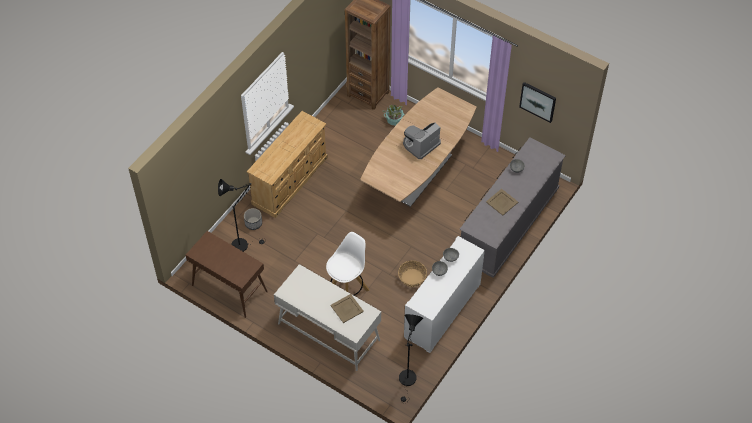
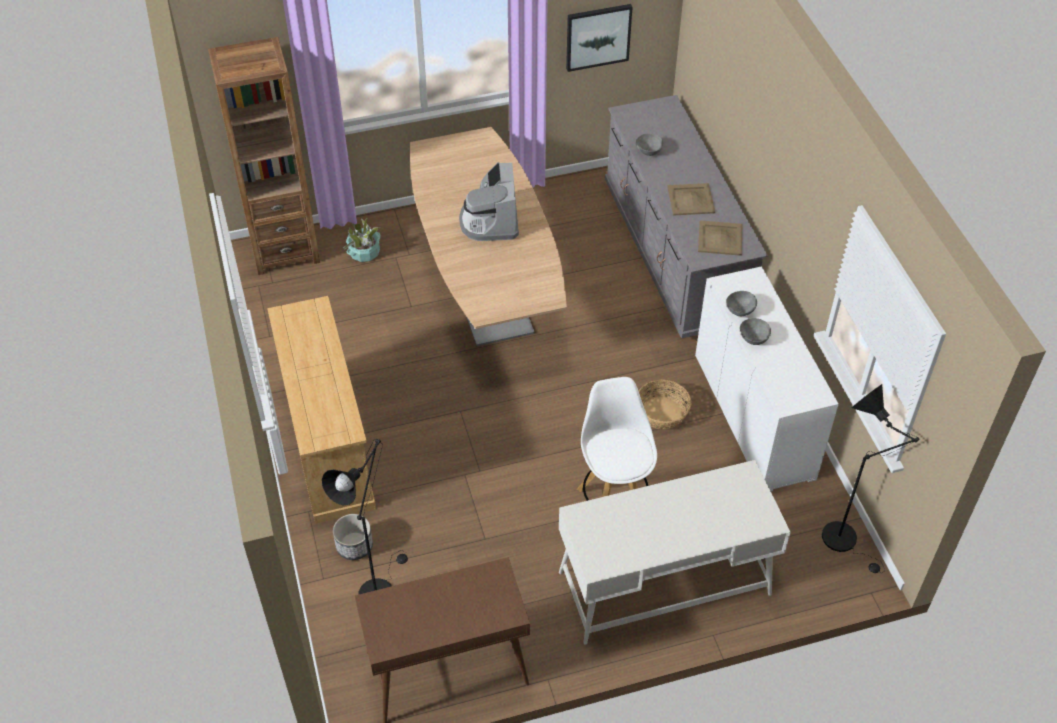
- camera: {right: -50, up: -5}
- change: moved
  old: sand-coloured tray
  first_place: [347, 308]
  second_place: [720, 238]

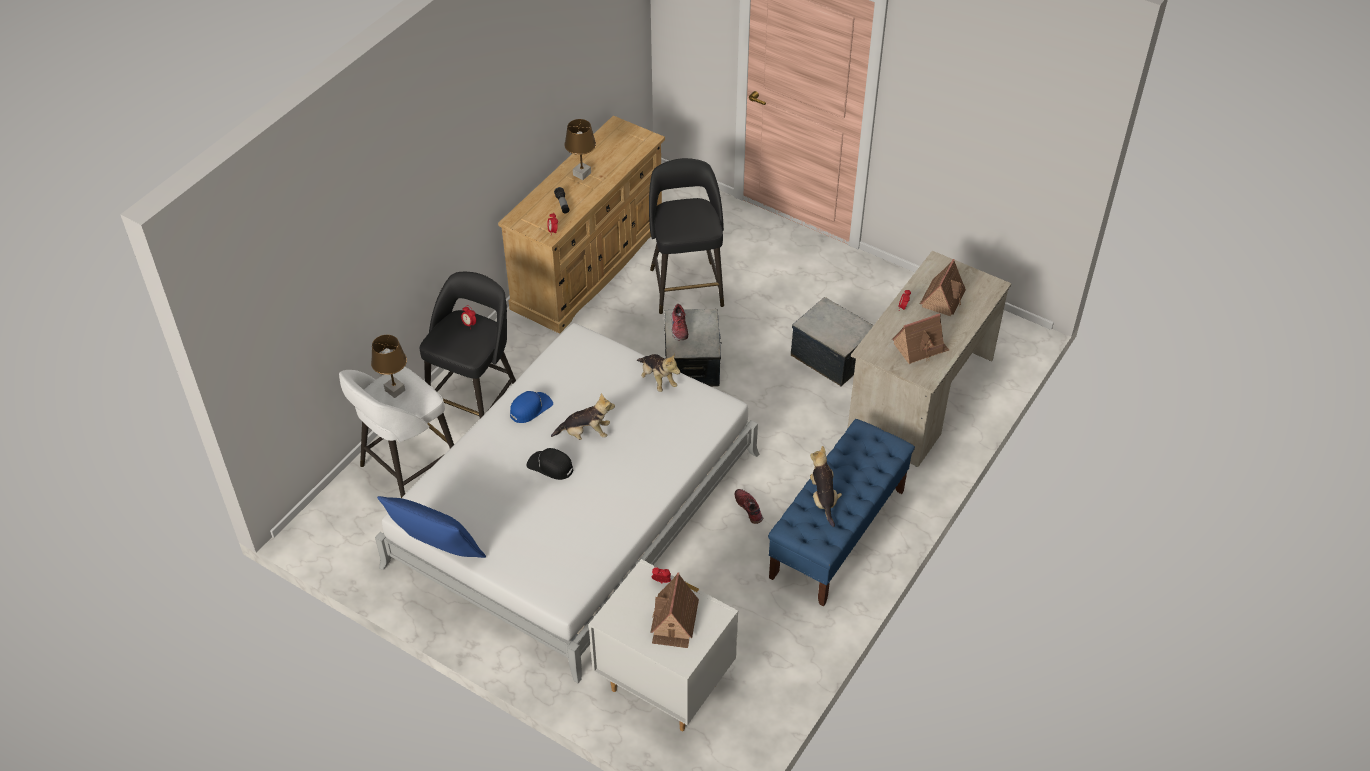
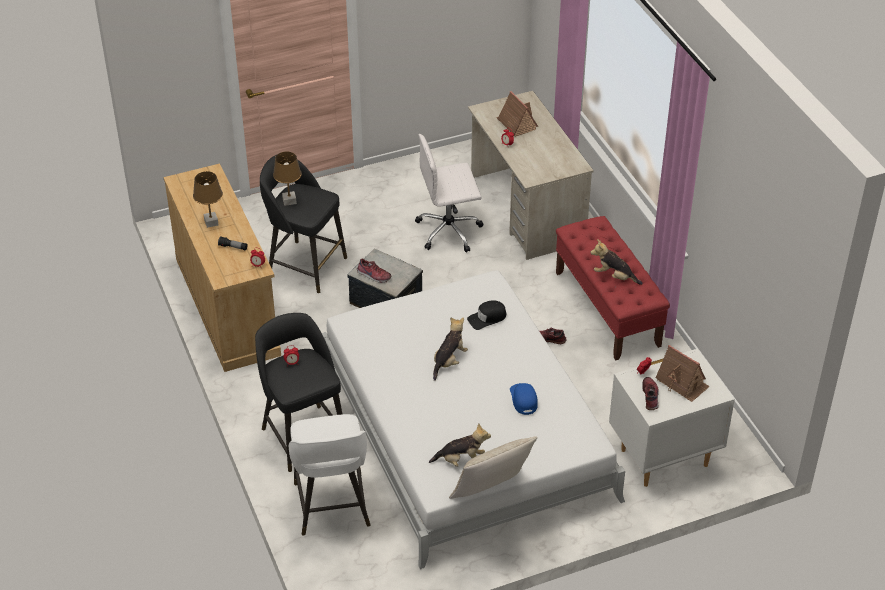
- camera: {right: -55, up: -5}
- change: moved
  old: brown table lamp
  first_place: [395, 390]
  second_place: [289, 201]
- change: recoloured
  old: blue throw pillow
  new: sand-coloured throw pillow
  first_place: [437, 553]
  second_place: [492, 492]
- change: moved
  old: blue peaked cap
  first_place: [530, 408]
  second_place: [523, 399]
- change: moved
  old: black-coloured peaked cap
  first_place: [550, 466]
  second_place: [487, 318]
- change: moved
  old: plush toy
  first_place: [657, 379]
  second_place: [461, 461]
- change: recoloured
  old: blue indoor bench
  new: red indoor bench
  first_place: [837, 534]
  second_place: [607, 309]
- change: replaced
  old: storage container
  new: white desk chair
  first_place: [831, 356]
  second_place: [450, 231]
- change: removed
  old: miniature house
  first_place: [920, 347]
- change: added
  new: low shoe
  second_place: [651, 396]

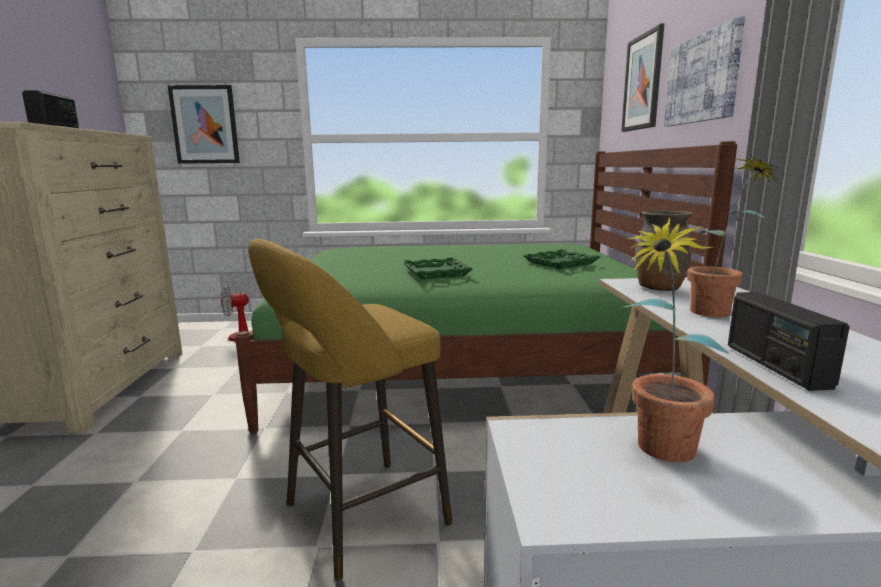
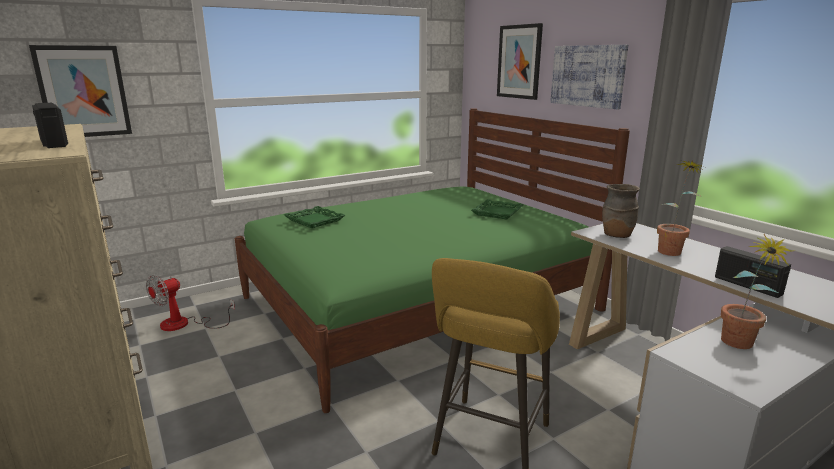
- camera: {right: -30, up: 5}
- change: moved
  old: greenish tray
  first_place: [437, 273]
  second_place: [315, 220]

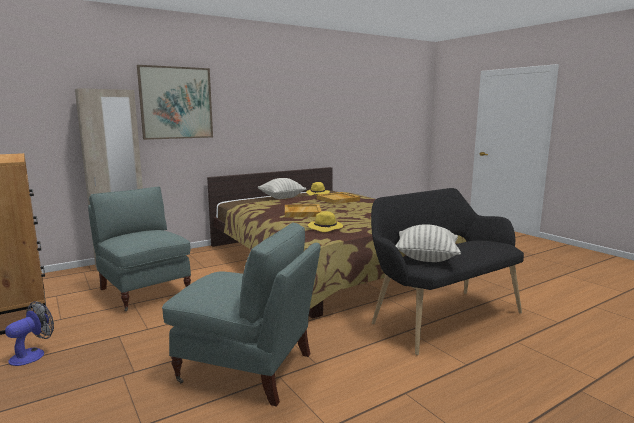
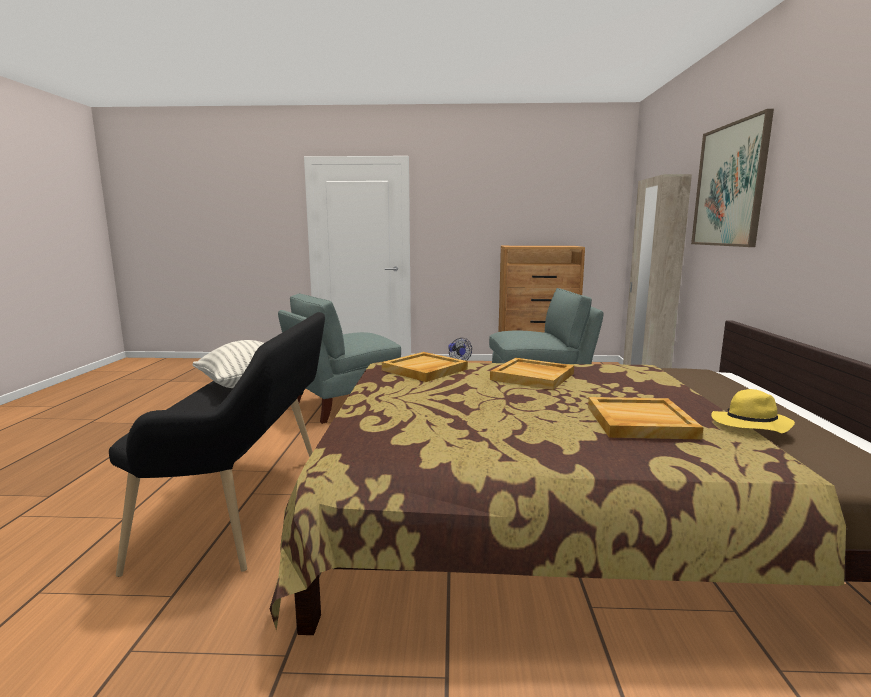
- camera: {right: 125, up: 0}
- change: removed
  old: throw pillow
  first_place: [281, 198]
- change: replaced
  old: yellow-coloured wearable hat
  new: sand-coloured tray
  first_place: [326, 228]
  second_place: [424, 370]

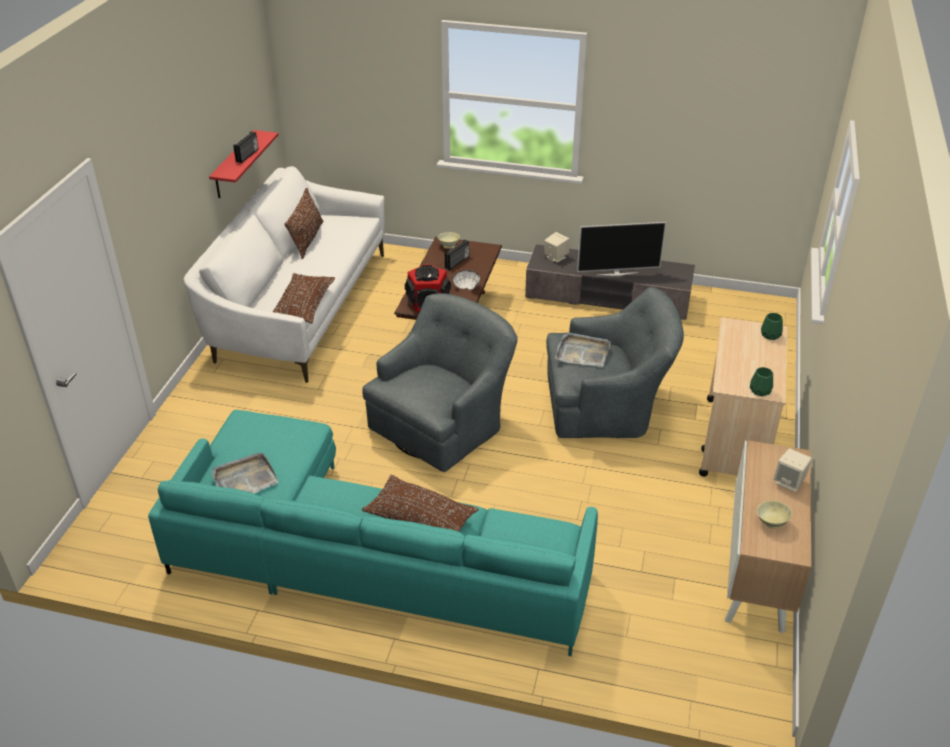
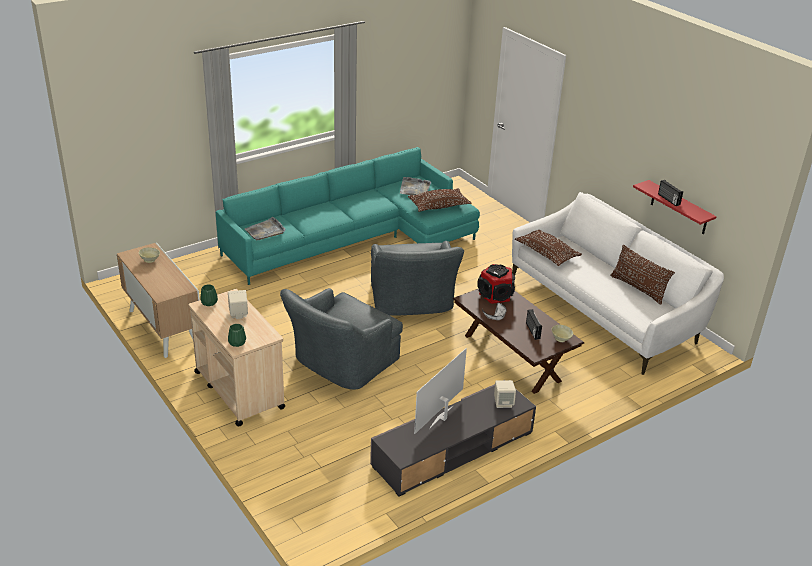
- camera: {right: 130, up: -5}
- change: moved
  old: brown throw pillow
  first_place: [420, 519]
  second_place: [439, 206]
- change: moved
  old: grey tray
  first_place: [582, 352]
  second_place: [265, 231]
- change: moved
  old: sand-coloured loudspeaker
  first_place: [789, 482]
  second_place: [238, 314]

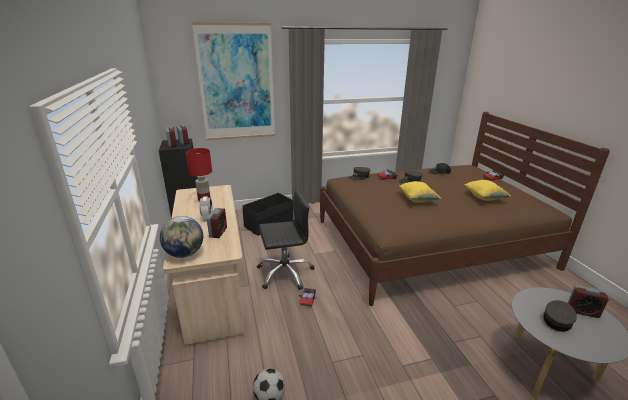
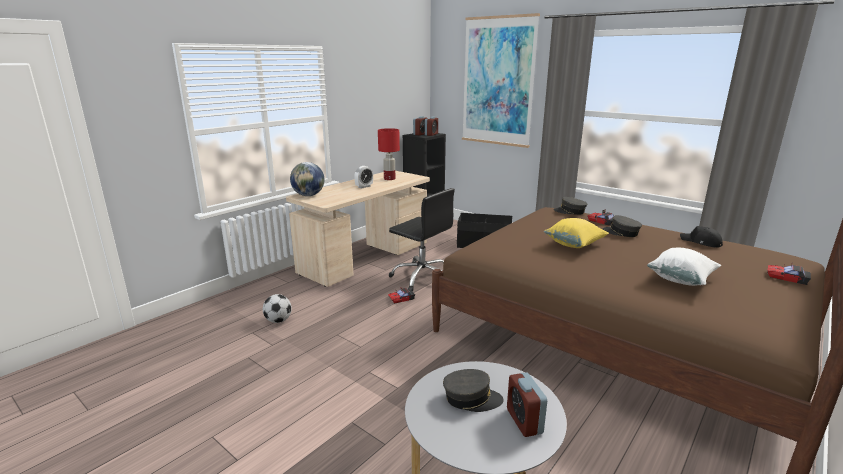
- camera: {right: 55, up: -5}
- change: removed
  old: bedside clock
  first_place: [218, 232]
- change: recoloured
  old: yellow-coloured throw pillow
  new: white throw pillow
  first_place: [484, 198]
  second_place: [680, 280]

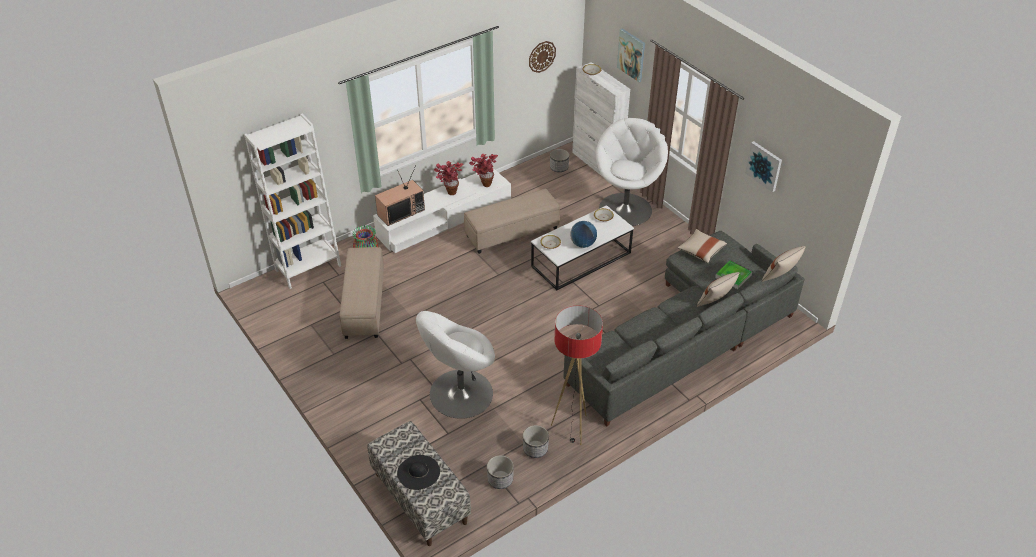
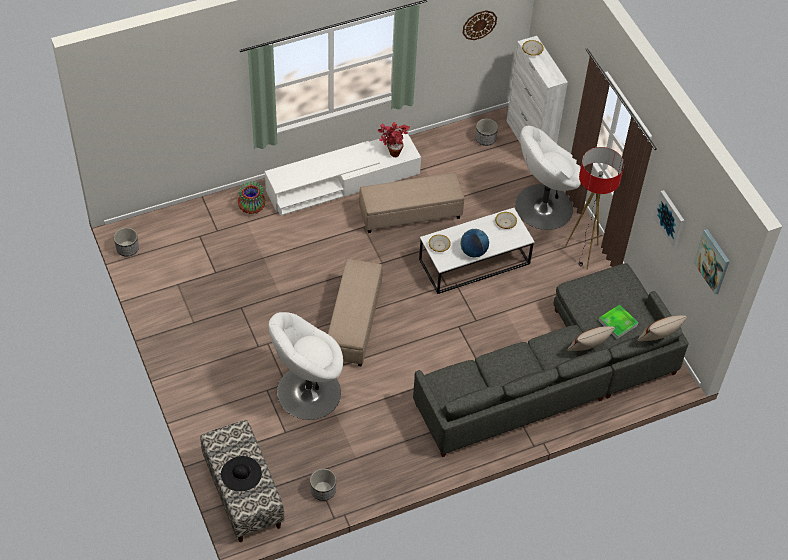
- camera: {right: 10, up: 10}
- change: removed
  old: white shelving unit
  first_place: [308, 268]
- change: moved
  old: sand-coloured ottoman
  first_place: [365, 304]
  second_place: [354, 323]
- change: removed
  old: television
  first_place: [401, 212]
- change: removed
  old: plant in a pot
  first_place: [449, 191]
- change: moved
  old: plant pot
  first_place: [535, 449]
  second_place: [127, 248]
- change: moved
  old: floor lamp
  first_place: [572, 428]
  second_place: [583, 254]
- change: turned
  old: white armchair
  first_place: [626, 209]
  second_place: [543, 207]
  degrees: -150
- change: moved
  old: wall picture
  first_place: [631, 55]
  second_place: [712, 261]
- change: removed
  old: sand-coloured throw pillow
  first_place: [701, 251]

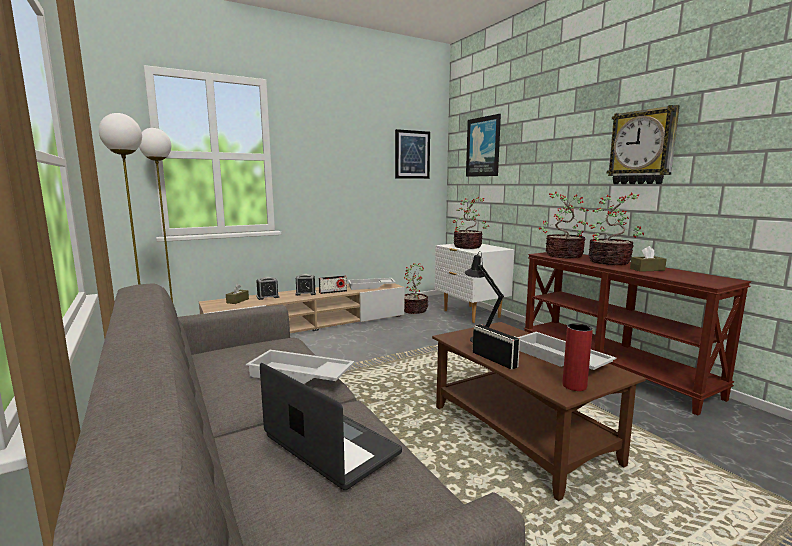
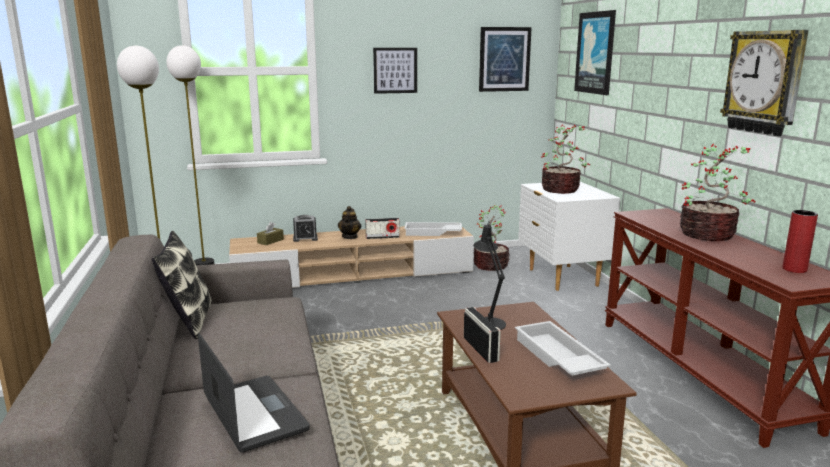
- camera: {right: 15, up: 5}
- change: removed
  old: white tray
  first_place: [299, 376]
- change: replaced
  old: bedside clock
  new: teapot
  first_place: [306, 293]
  second_place: [350, 237]
- change: removed
  old: plant in a pot
  first_place: [562, 255]
- change: moved
  old: red decorative vase
  first_place: [574, 386]
  second_place: [794, 269]
- change: removed
  old: brown box of tissues
  first_place: [647, 269]
- change: added
  new: throw pillow
  second_place: [188, 321]
- change: added
  new: wall picture
  second_place: [395, 70]

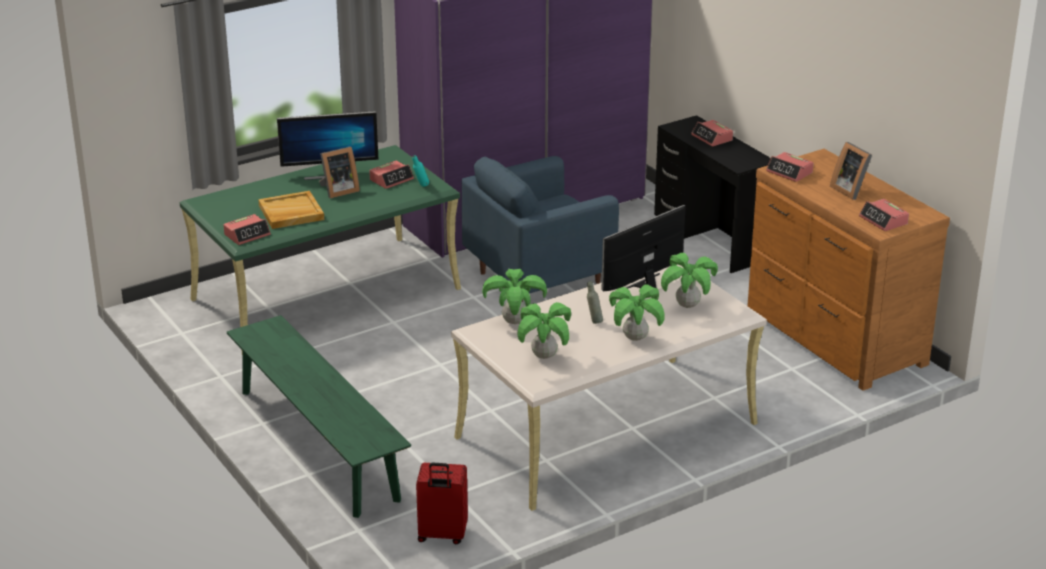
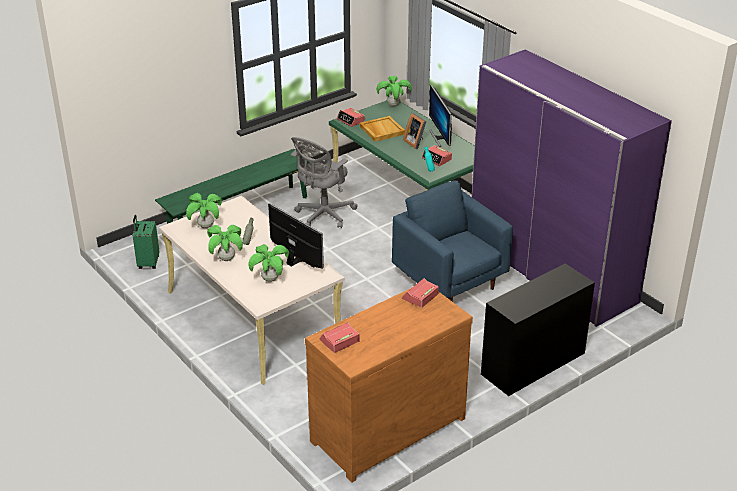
- camera: {right: 85, up: 5}
- change: recoloured
  old: red suitcase
  new: greenish suitcase
  first_place: [442, 535]
  second_place: [148, 263]
- change: moved
  old: plant in a pot
  first_place: [514, 322]
  second_place: [393, 105]
- change: removed
  old: bedside clock
  first_place: [712, 138]
- change: removed
  old: standing frame
  first_place: [851, 190]
- change: added
  new: grey desk chair
  second_place: [323, 216]

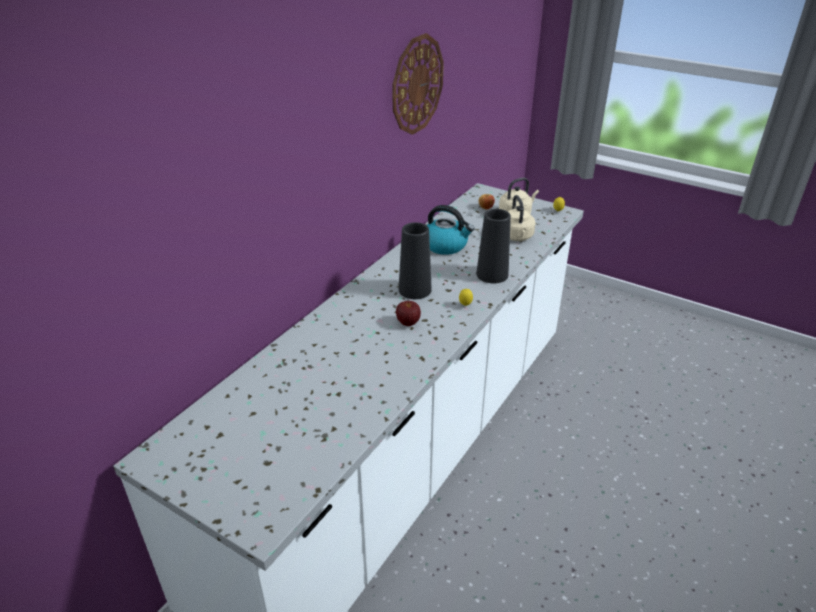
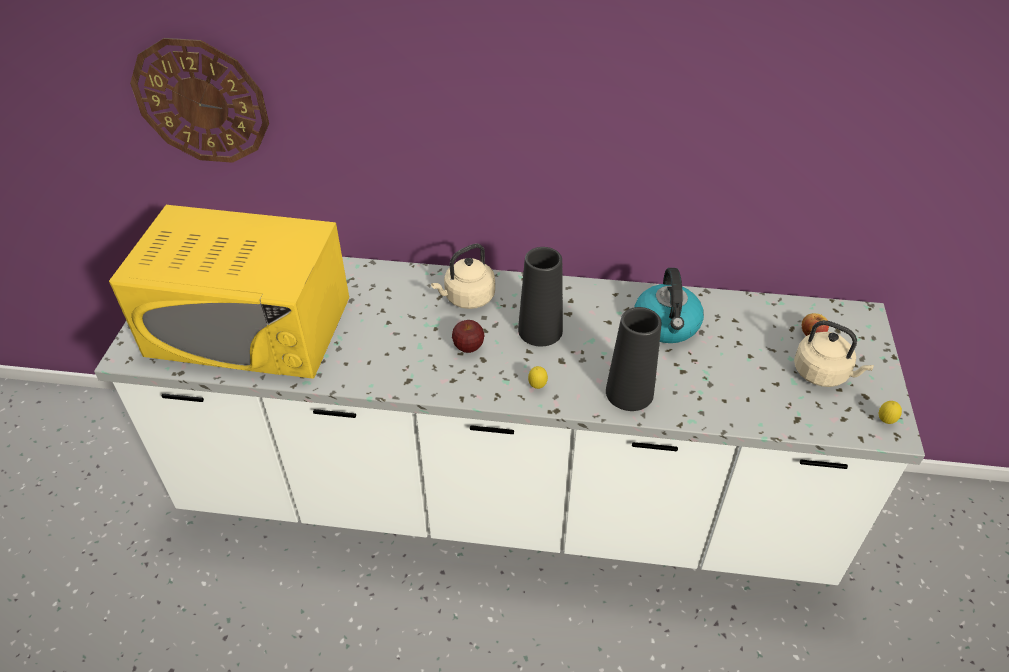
- camera: {right: 65, up: 10}
- change: moved
  old: hanging clock
  first_place: [417, 84]
  second_place: [201, 101]
- change: moved
  old: sand-coloured kettle
  first_place: [517, 237]
  second_place: [467, 298]
- change: added
  new: yellow-coloured microwave
  second_place: [250, 326]

